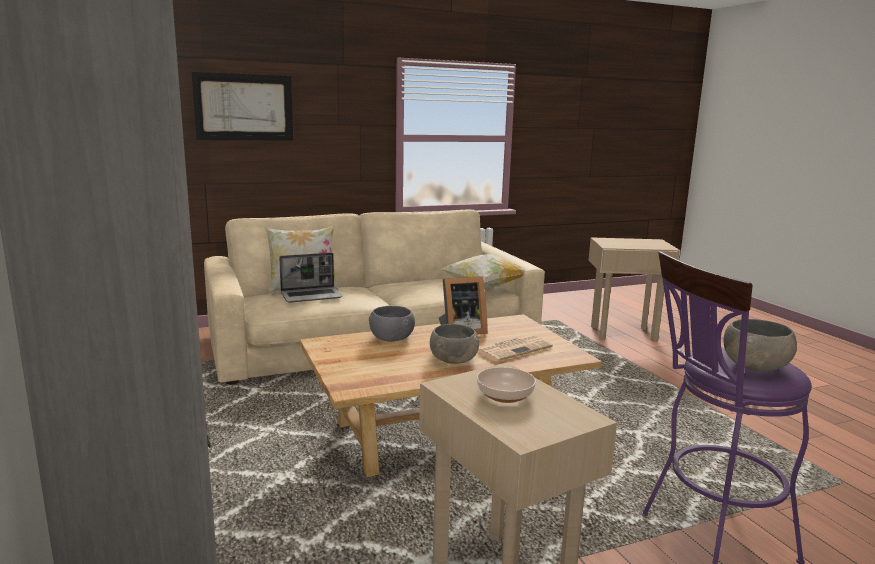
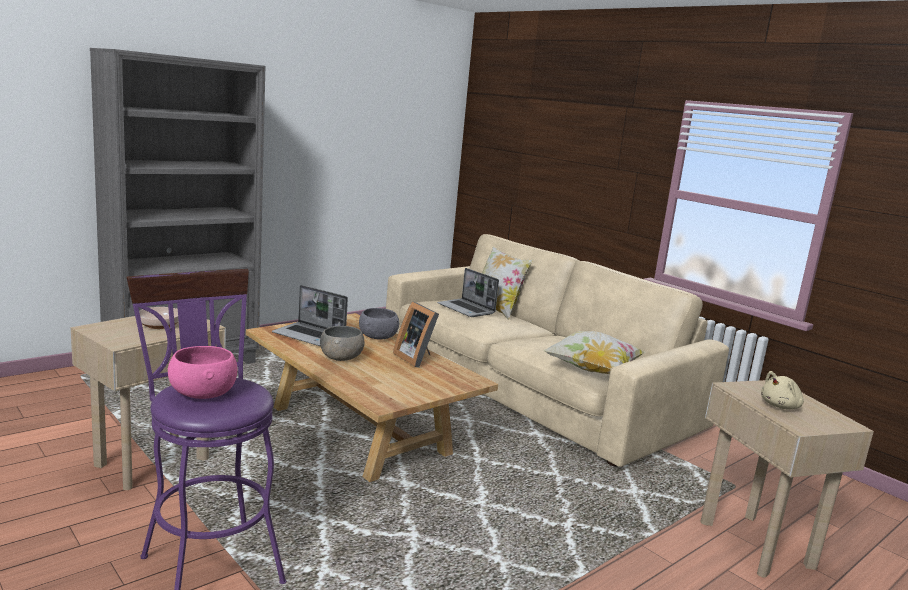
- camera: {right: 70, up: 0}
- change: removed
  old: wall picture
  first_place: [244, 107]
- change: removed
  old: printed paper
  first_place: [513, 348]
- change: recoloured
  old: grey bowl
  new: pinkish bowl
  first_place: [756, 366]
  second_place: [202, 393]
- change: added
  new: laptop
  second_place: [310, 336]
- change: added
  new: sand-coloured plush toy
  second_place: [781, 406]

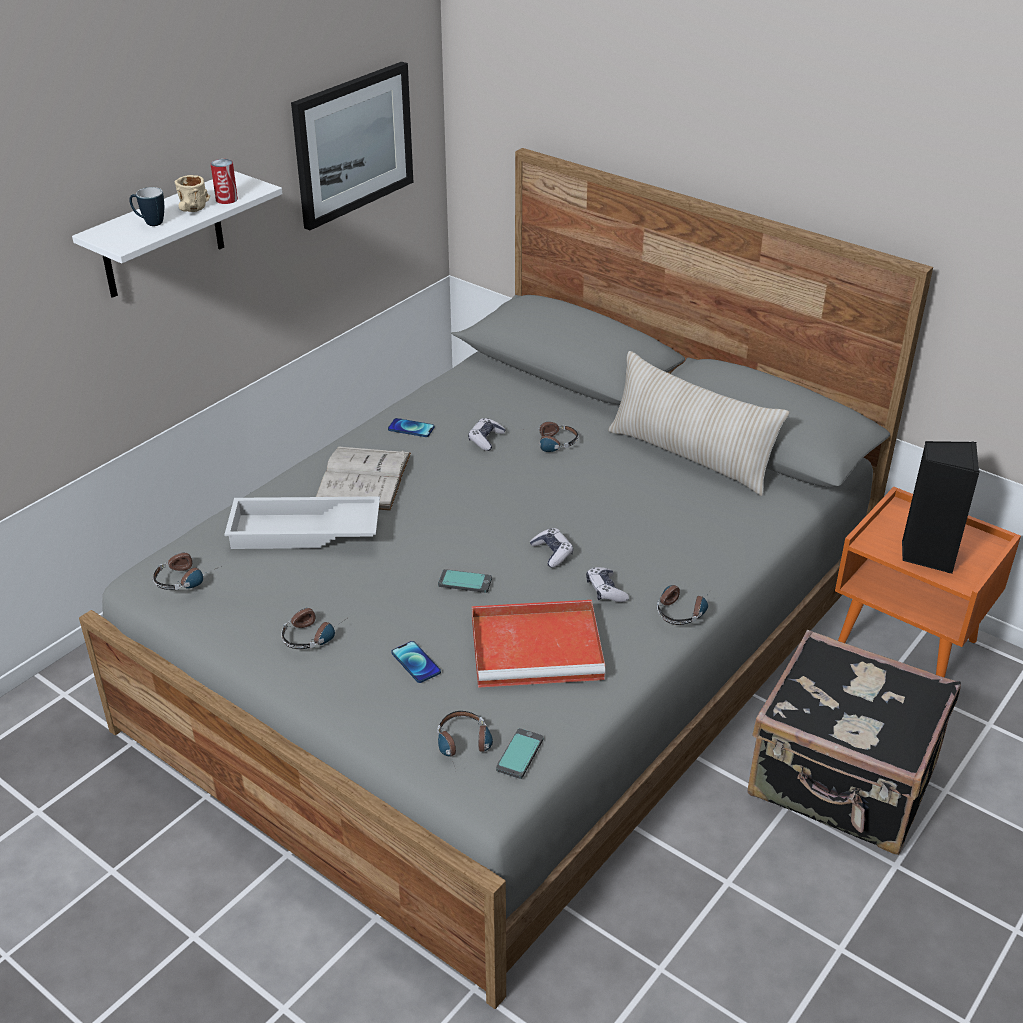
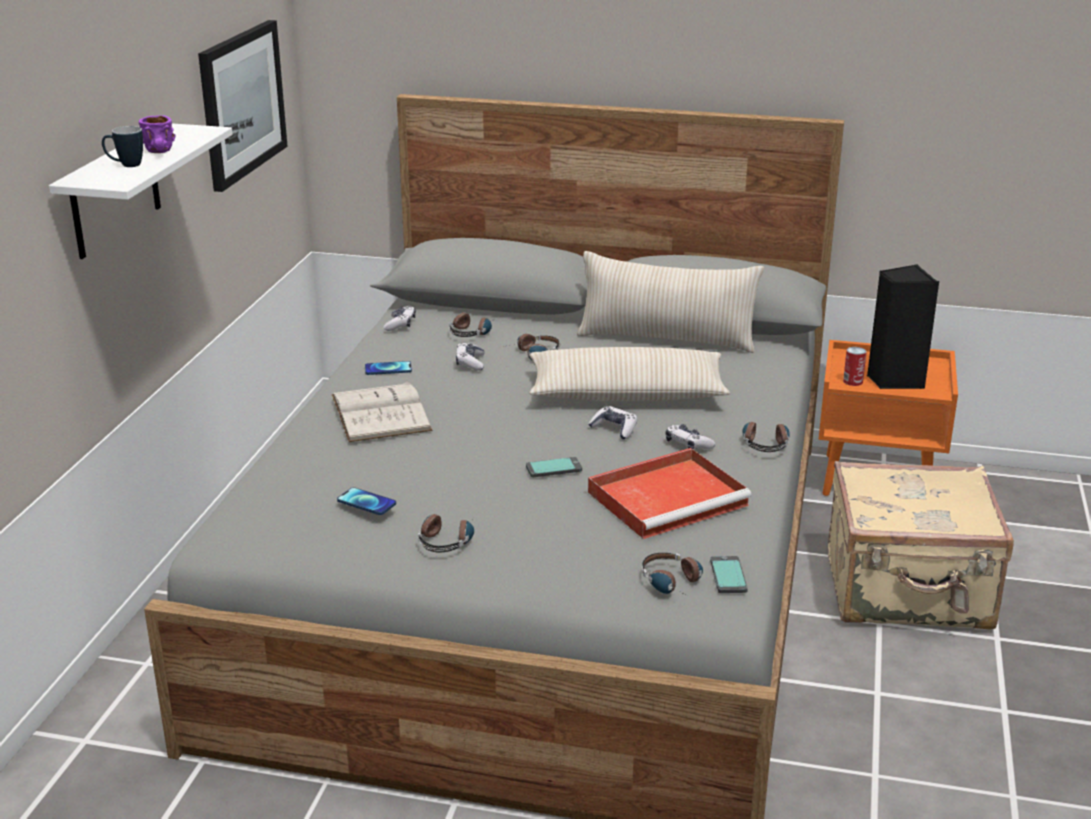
- camera: {right: -25, up: -10}
- change: moved
  old: headphones
  first_place: [187, 577]
  second_place: [472, 331]
- change: recoloured
  old: sand-coloured tea mug
  new: purple-coloured tea mug
  first_place: [193, 211]
  second_place: [161, 152]
- change: moved
  old: can
  first_place: [226, 199]
  second_place: [853, 381]
- change: removed
  old: white tray
  first_place: [303, 532]
- change: moved
  old: phone
  first_place: [416, 663]
  second_place: [366, 502]
- change: recoloured
  old: black-coloured suitcase
  new: sand-coloured suitcase
  first_place: [842, 782]
  second_place: [908, 592]
- change: added
  new: game controller
  second_place: [400, 324]
- change: added
  new: sand-coloured throw pillow
  second_place: [627, 394]

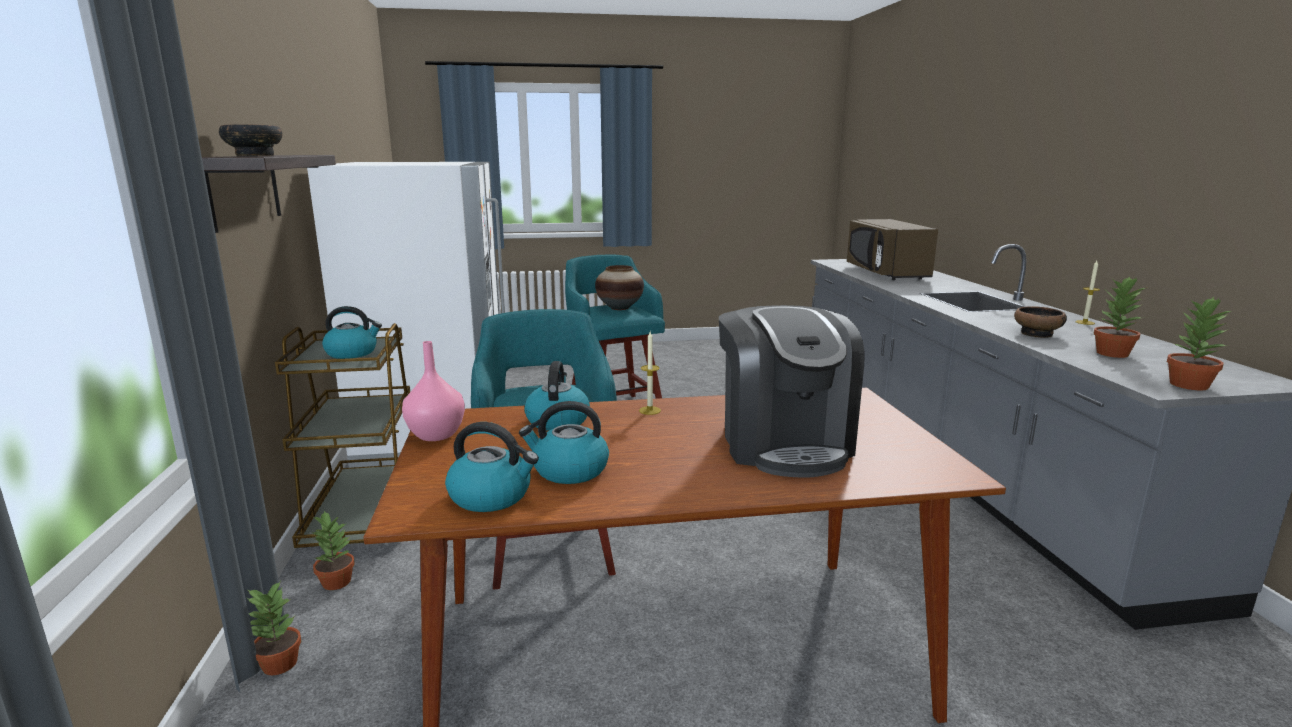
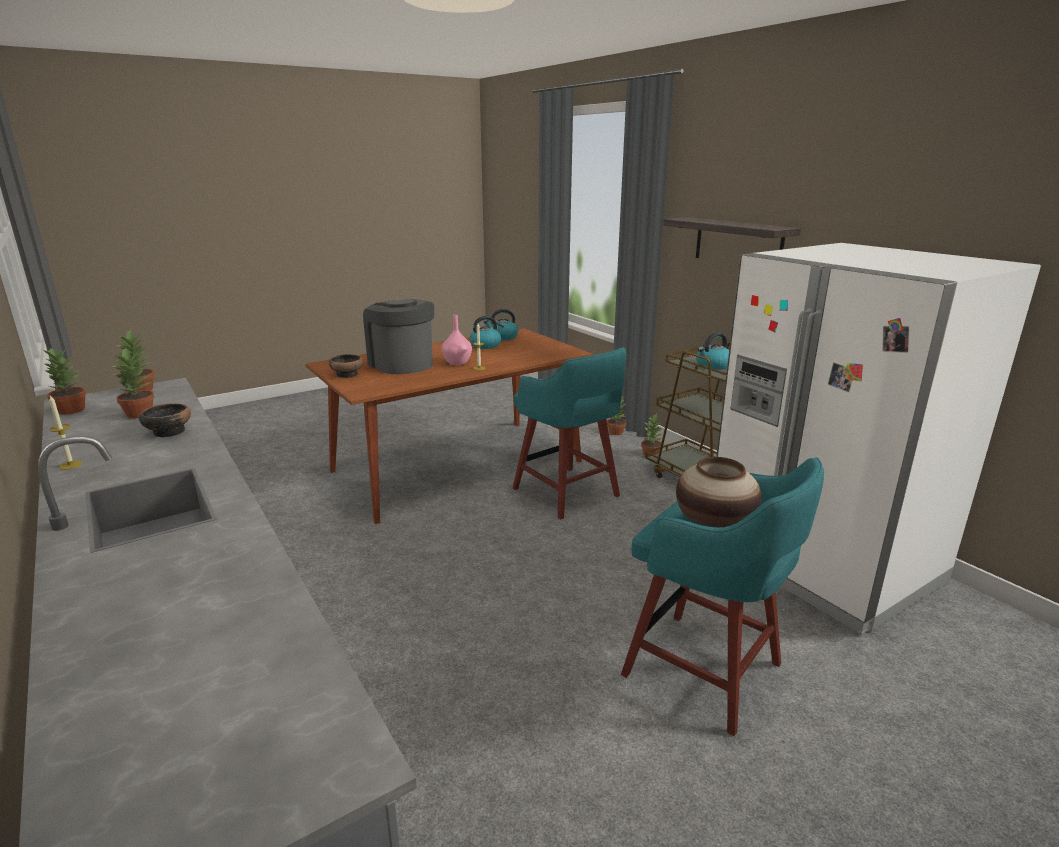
- camera: {right: 155, up: 5}
- change: moved
  old: bowl
  first_place: [254, 155]
  second_place: [347, 374]
- change: moved
  old: pinkish decorative vase
  first_place: [435, 435]
  second_place: [458, 363]
- change: removed
  old: kettle
  first_place: [557, 420]
- change: removed
  old: brown microwave
  first_place: [885, 273]
- change: added
  new: plant in a pot
  second_place: [71, 410]

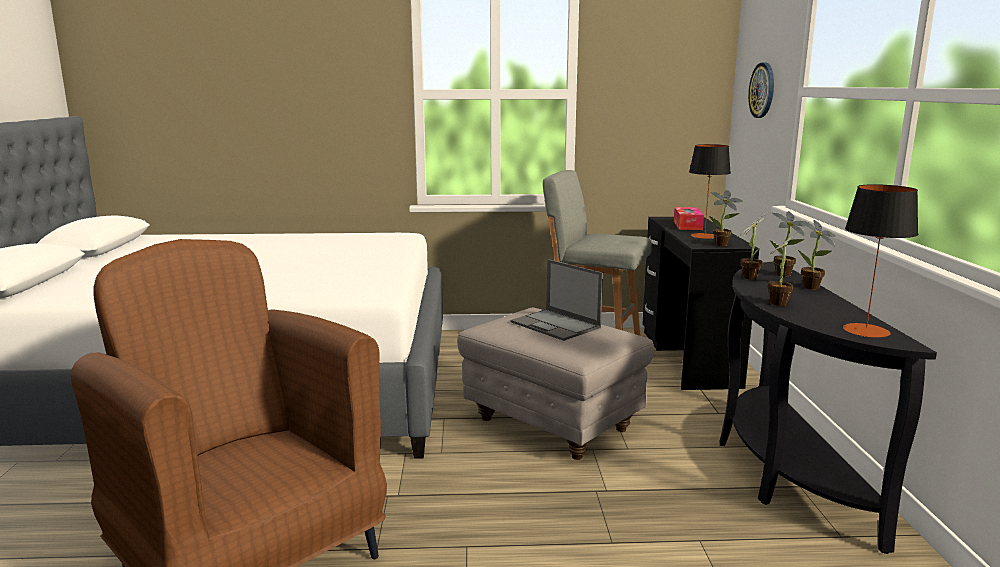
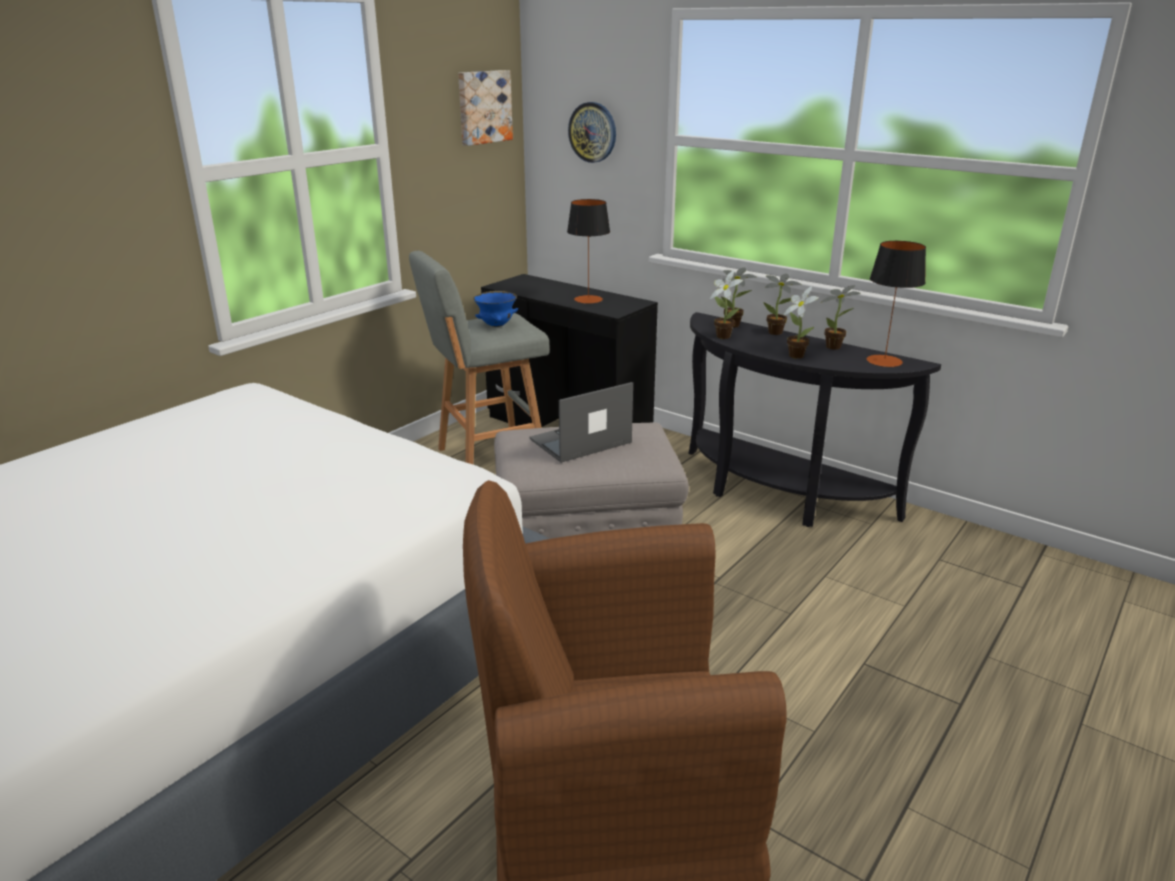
- camera: {right: -50, up: 10}
- change: turned
  old: laptop
  first_place: [556, 325]
  second_place: [579, 441]
  degrees: 150
- change: removed
  old: box of tissues
  first_place: [687, 225]
- change: moved
  old: plant in a pot
  first_place: [723, 245]
  second_place: [836, 347]
- change: added
  new: wall picture
  second_place: [483, 107]
- change: added
  new: blue bowl
  second_place: [497, 325]

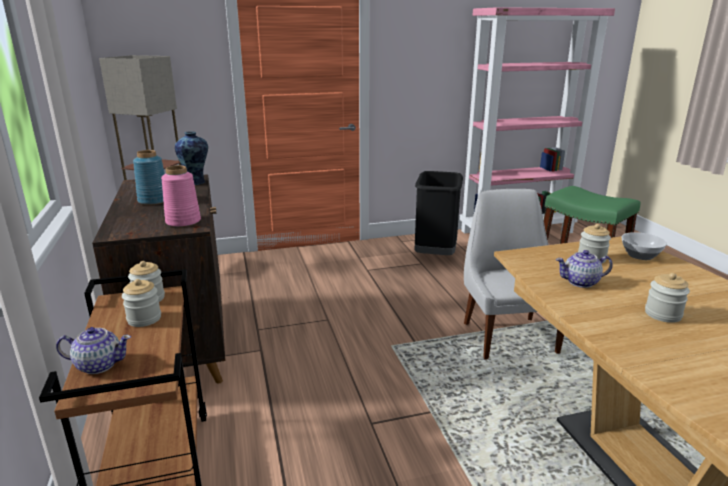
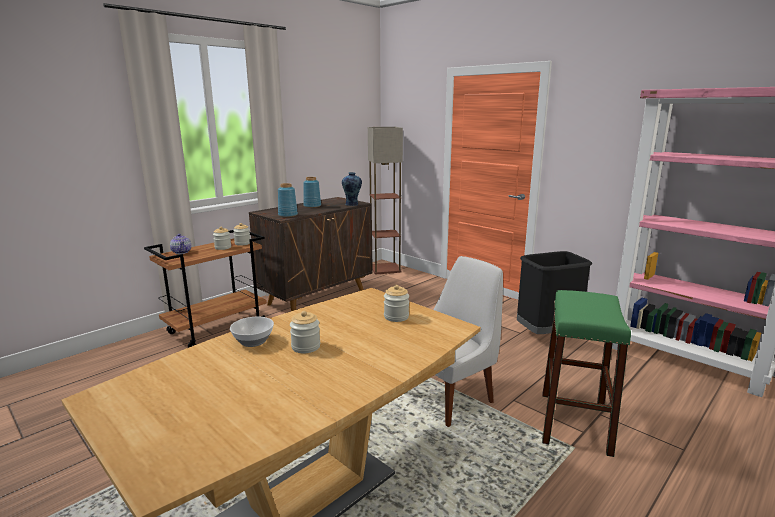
- camera: {right: 60, up: -5}
- change: recoloured
  old: pinkish decorative vase
  new: blue decorative vase
  first_place: [184, 222]
  second_place: [288, 215]
- change: removed
  old: teapot
  first_place: [581, 282]
- change: moved
  old: bowl
  first_place: [639, 255]
  second_place: [254, 341]

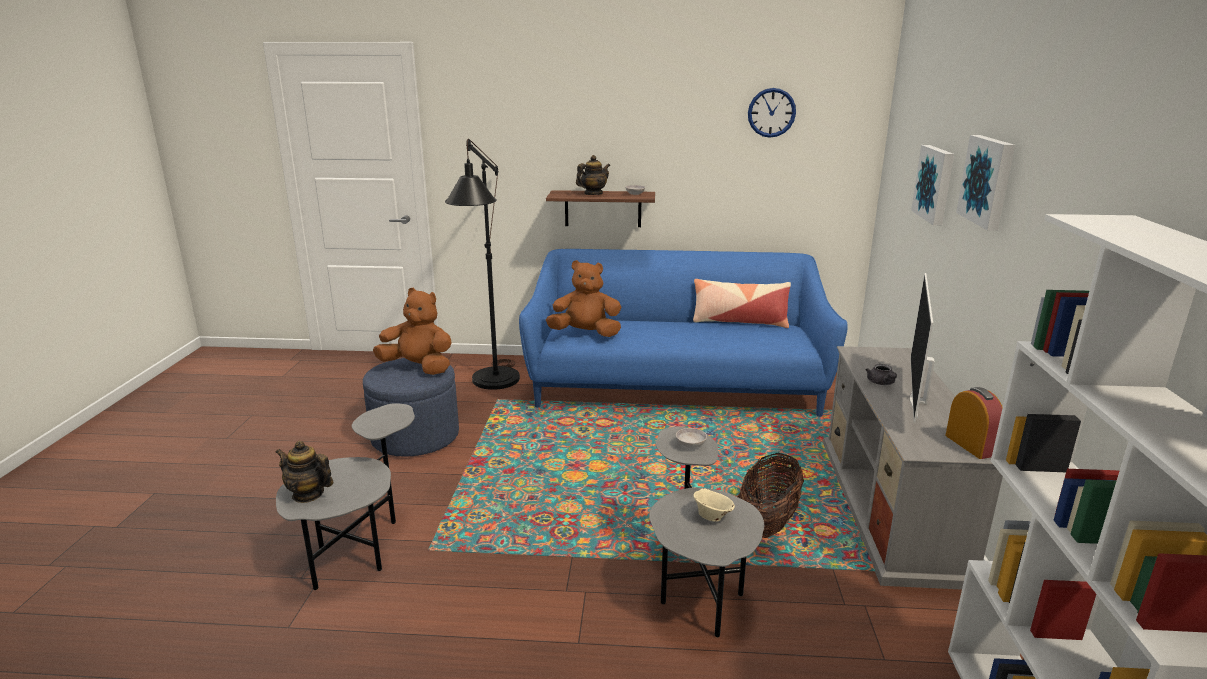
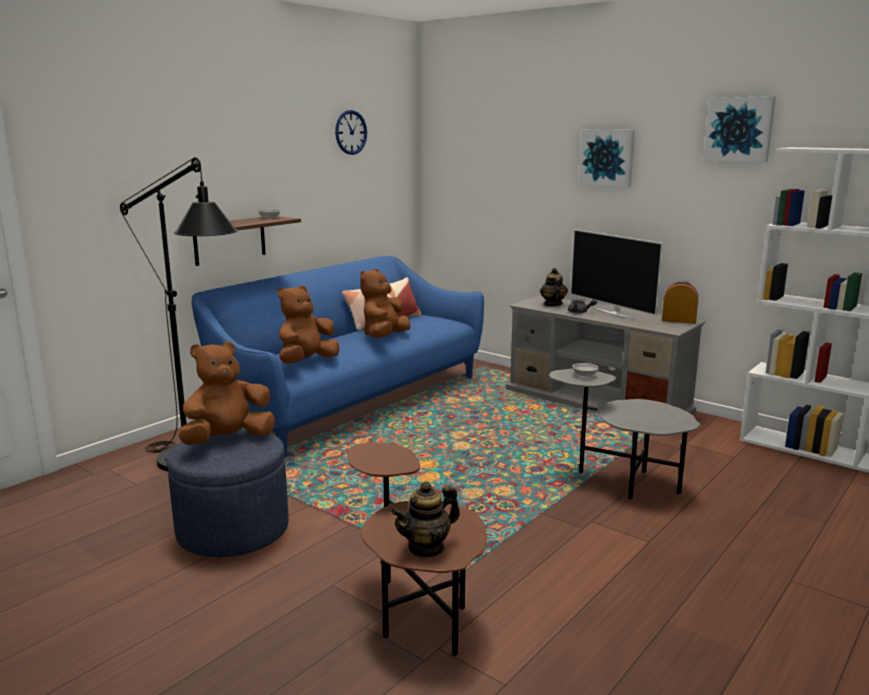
- camera: {right: -55, up: -5}
- change: recoloured
  old: grey end table
  new: brown end table
  first_place: [361, 549]
  second_place: [414, 611]
- change: moved
  old: teapot
  first_place: [593, 194]
  second_place: [552, 304]
- change: removed
  old: sand-coloured bowl
  first_place: [712, 516]
- change: removed
  old: storage basket
  first_place: [767, 523]
- change: moved
  old: wall picture
  first_place: [935, 184]
  second_place: [739, 129]
- change: added
  new: brown plush toy
  second_place: [384, 337]

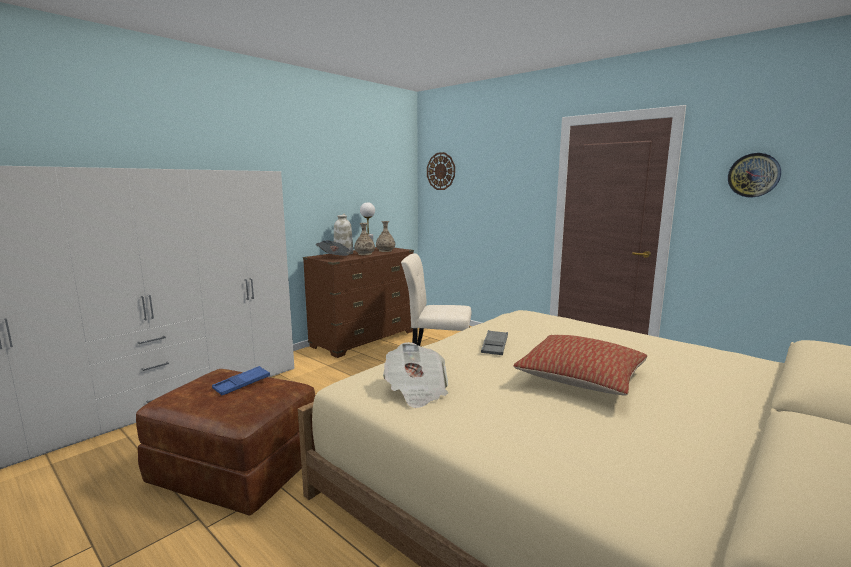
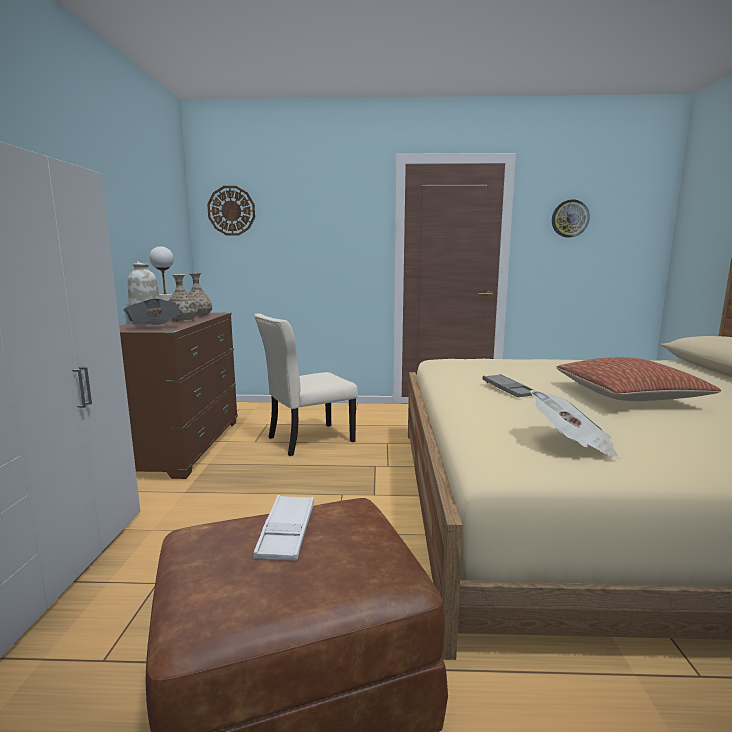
- camera: {right: -40, up: 0}
- change: recoloured
  old: blue tray
  new: white tray
  first_place: [242, 384]
  second_place: [286, 532]

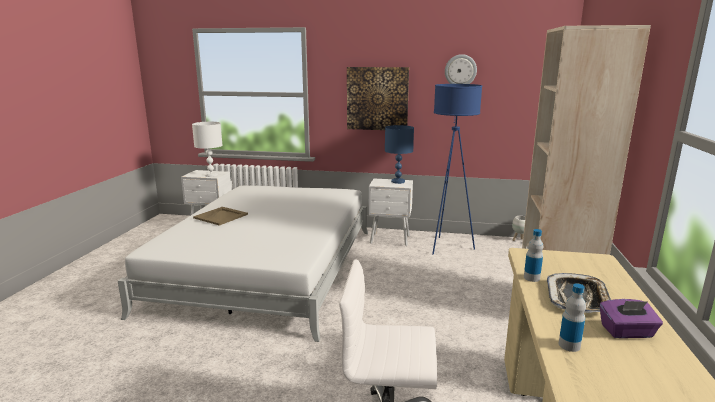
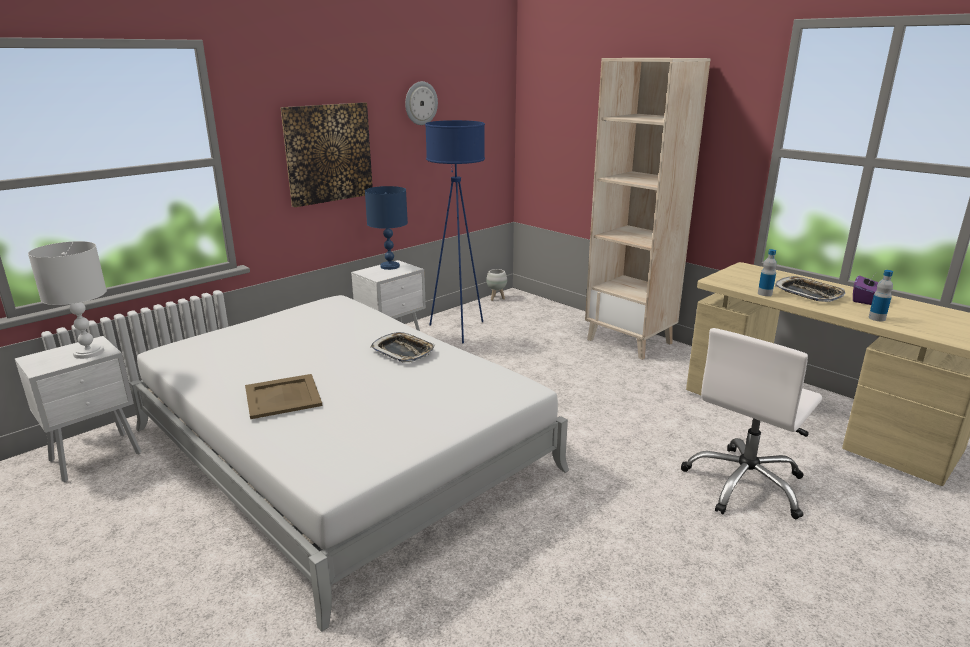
- camera: {right: -55, up: 5}
- change: added
  new: tray
  second_place: [403, 351]

